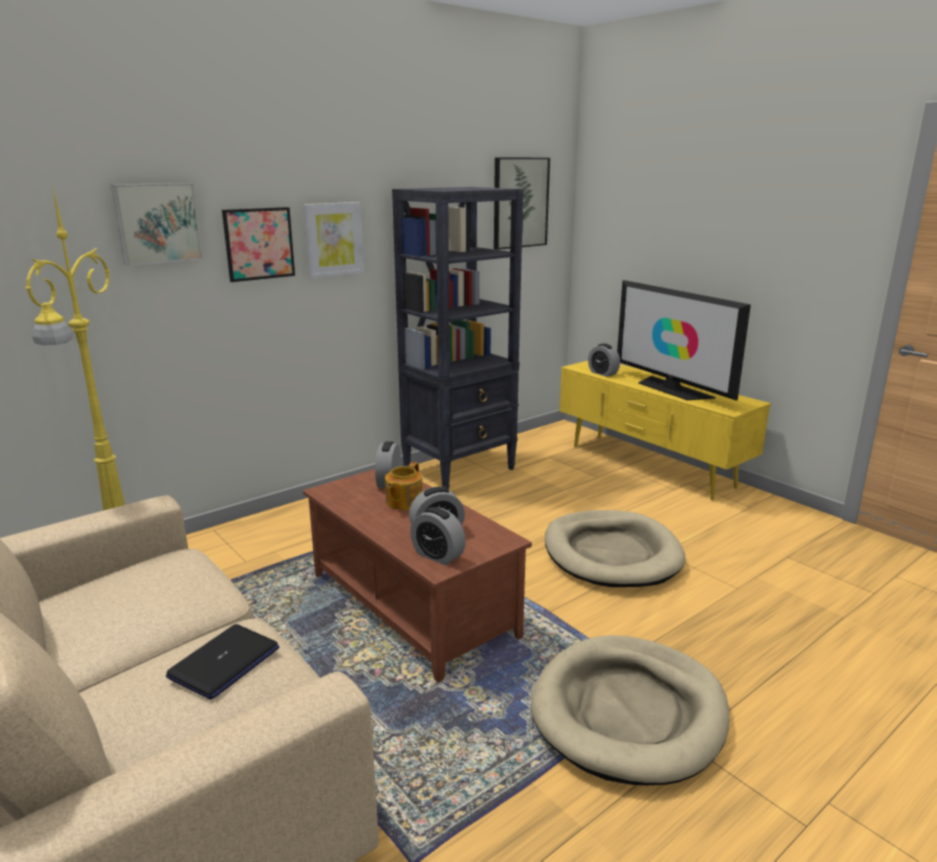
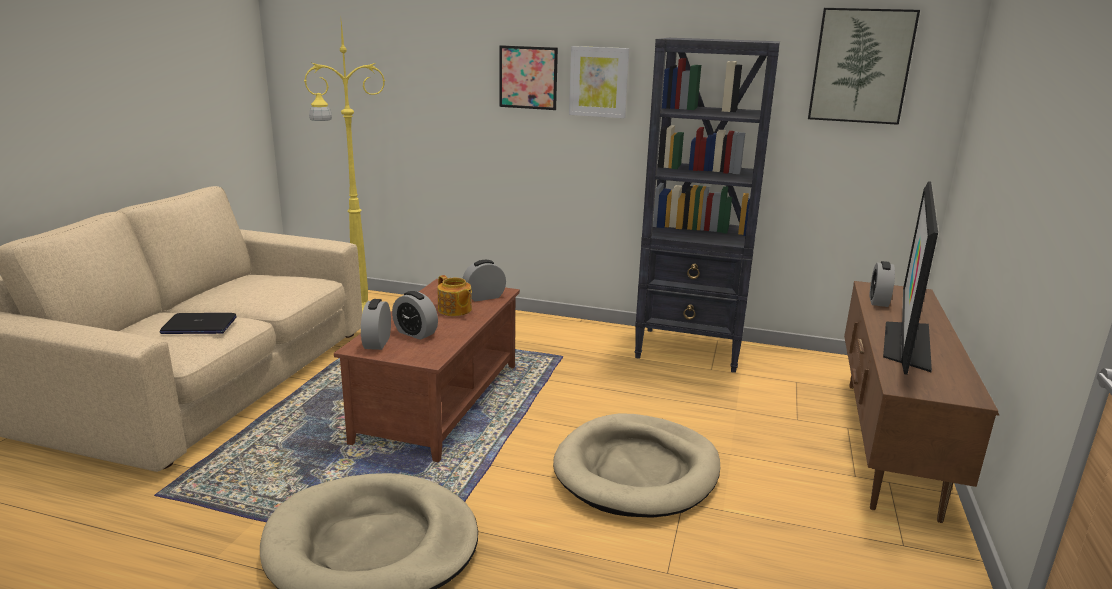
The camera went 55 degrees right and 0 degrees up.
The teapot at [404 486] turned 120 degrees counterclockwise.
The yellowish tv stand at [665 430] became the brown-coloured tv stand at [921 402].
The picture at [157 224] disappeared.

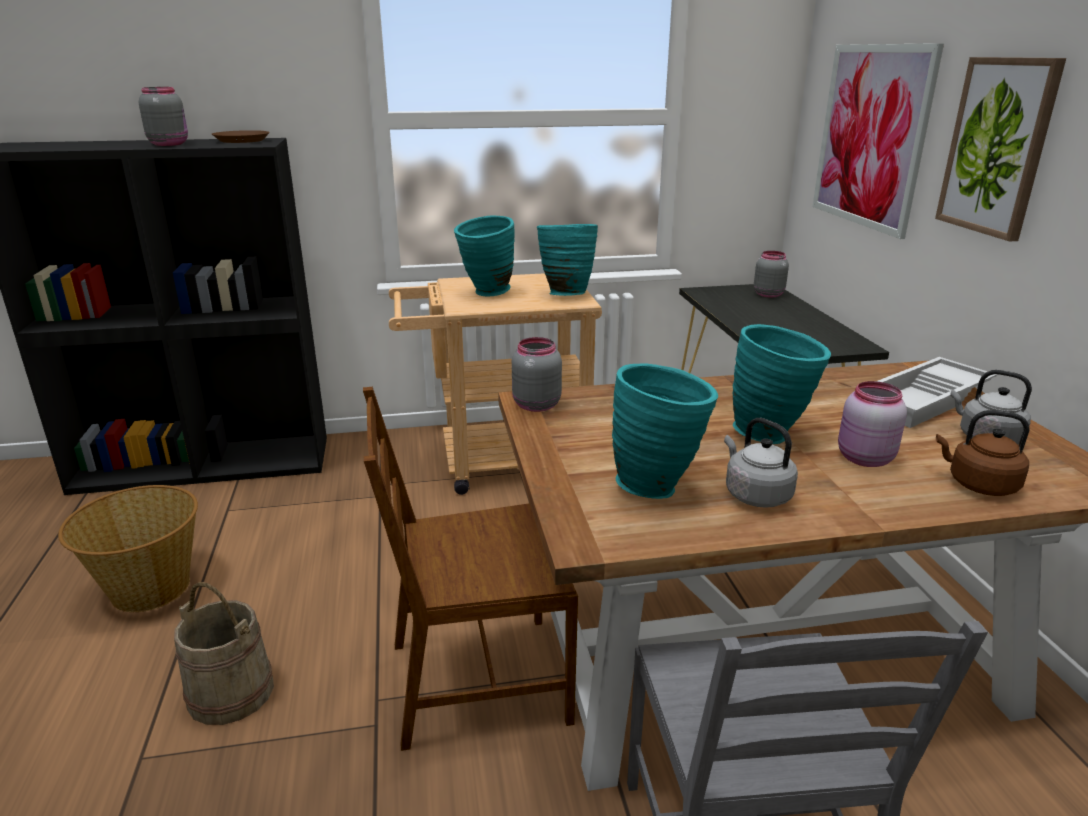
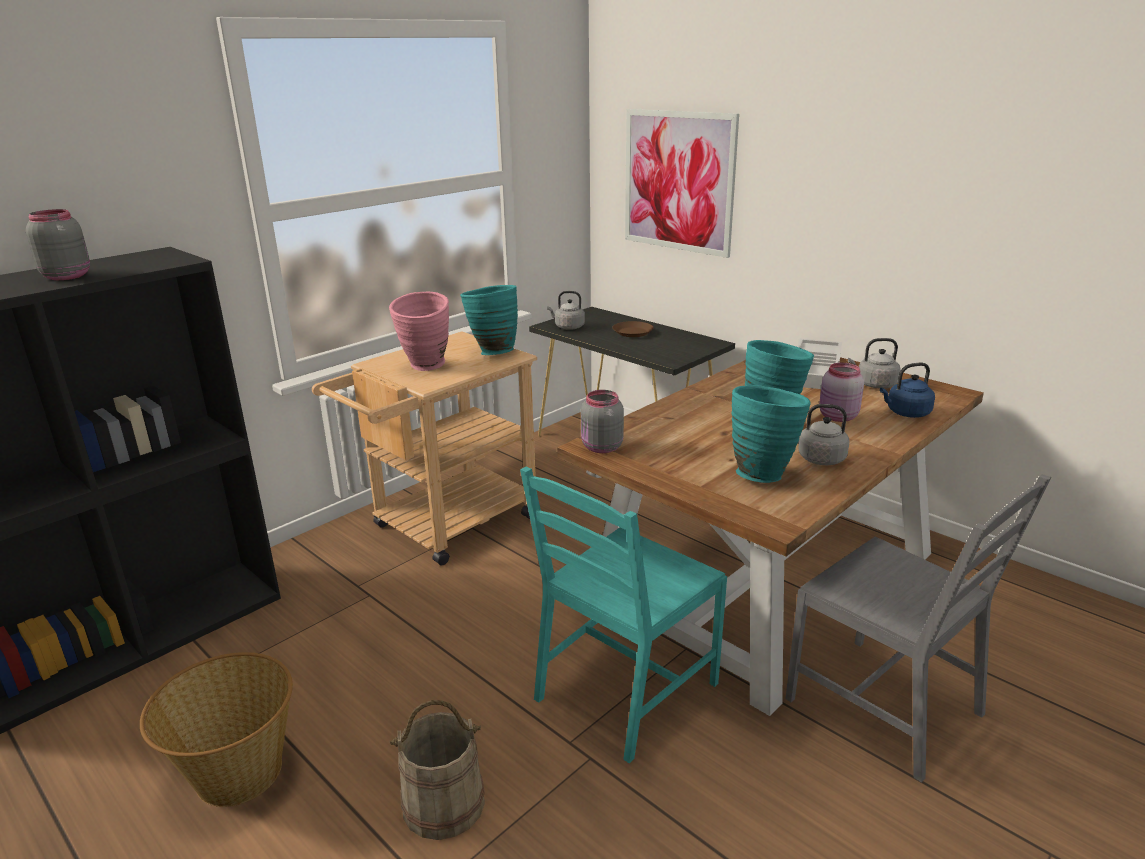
The camera went 35 degrees left and 0 degrees up.
The turquoise-coloured flower vase at [484 255] became the pink flower vase at [419 331].
The brown-coloured chair at [470 569] became the turquoise-coloured chair at [623 615].
The grey kettle at [566 310] appeared.
The brown-coloured plate moved from [241 136] to [632 329].
The brown-coloured kettle at [982 453] became the bluish kettle at [907 390].
The grey preserve jar at [771 274] disappeared.
The picture at [1000 149] disappeared.

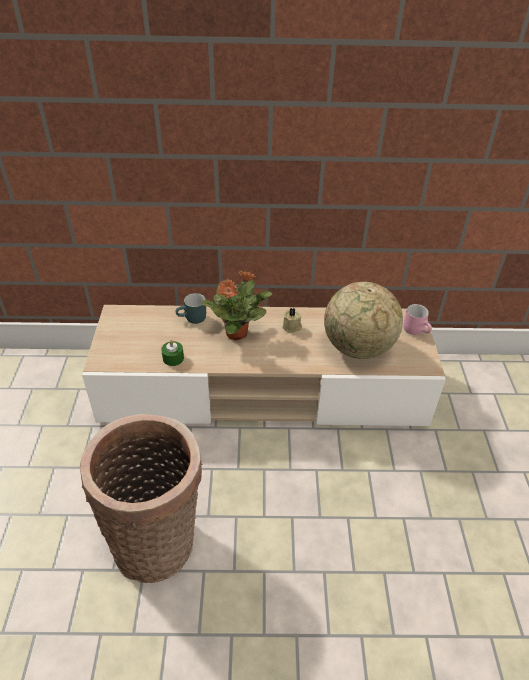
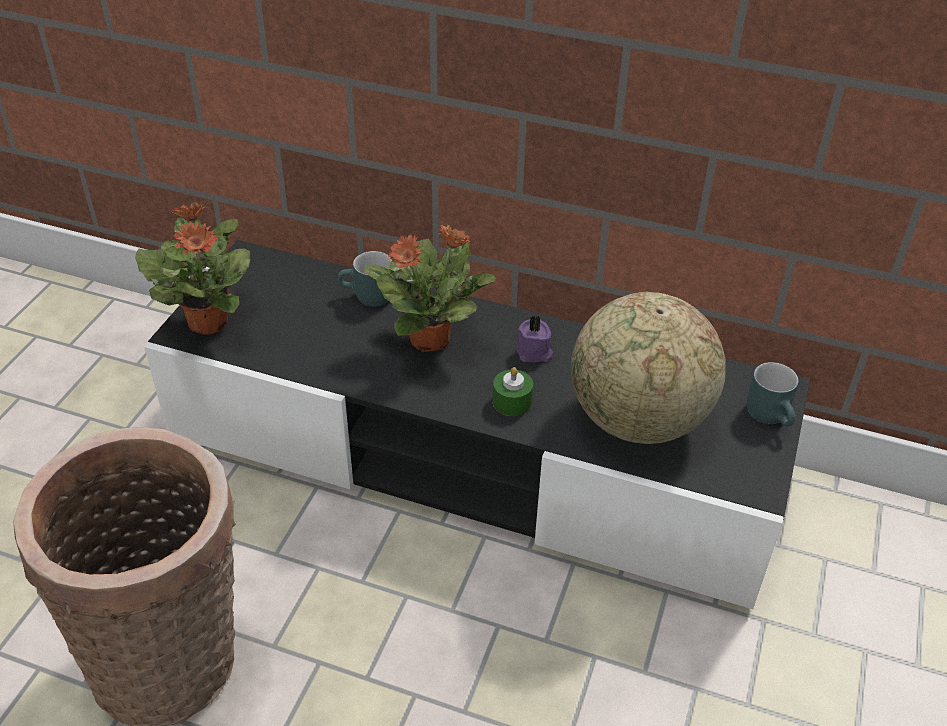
The camera went 20 degrees right and 0 degrees up.
The plant in a pot at [192 268] appeared.
The beige tv stand at [264 365] became the blackish tv stand at [477 424].
The greenish candle moved from [172 353] to [513 391].
The beige candle at [292 320] became the purple candle at [534 338].
The pink tea mug at [417 319] became the turquoise-coloured tea mug at [773 394].

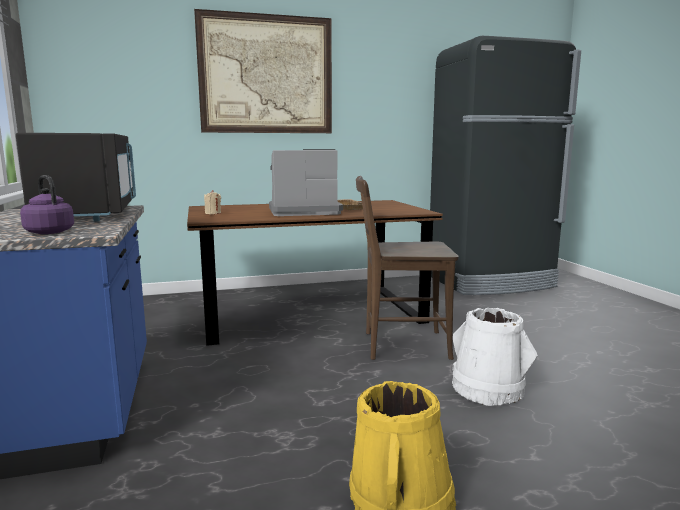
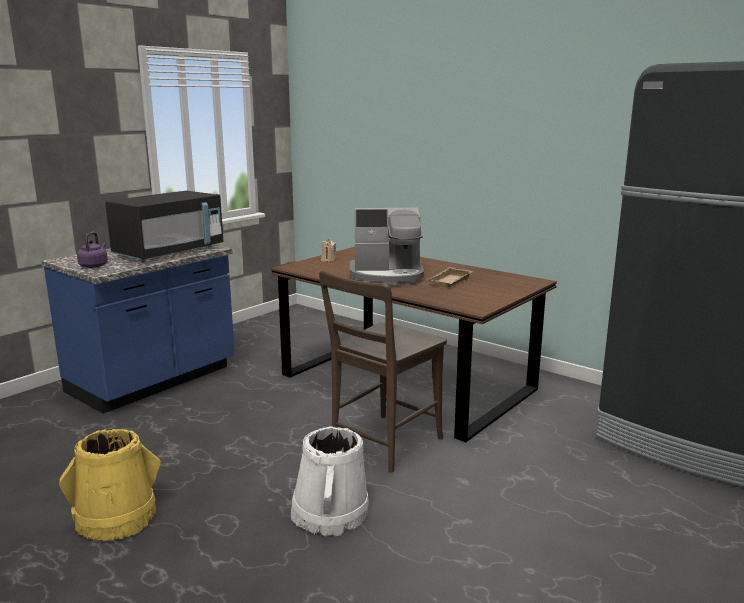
The camera went 55 degrees right and 5 degrees up.
The brown-coloured chair at [407 268] turned 105 degrees counterclockwise.
The coffee machine at [306 182] turned 135 degrees clockwise.
The picture at [263 71] disappeared.

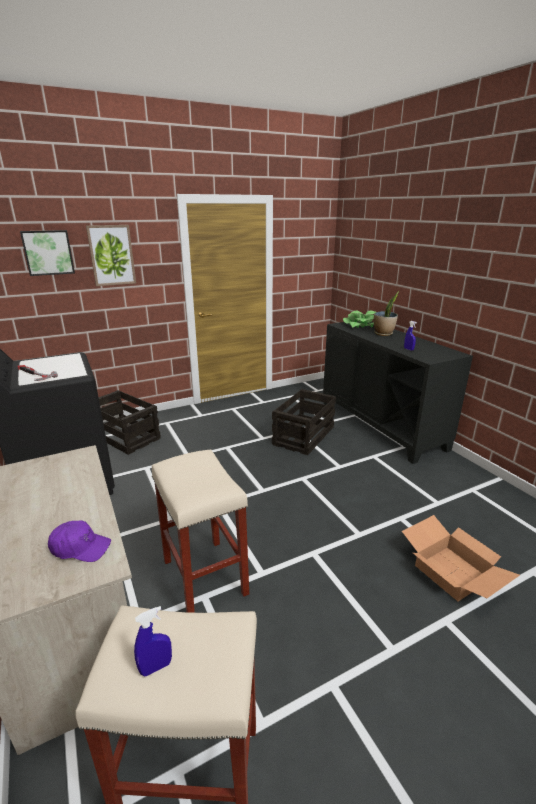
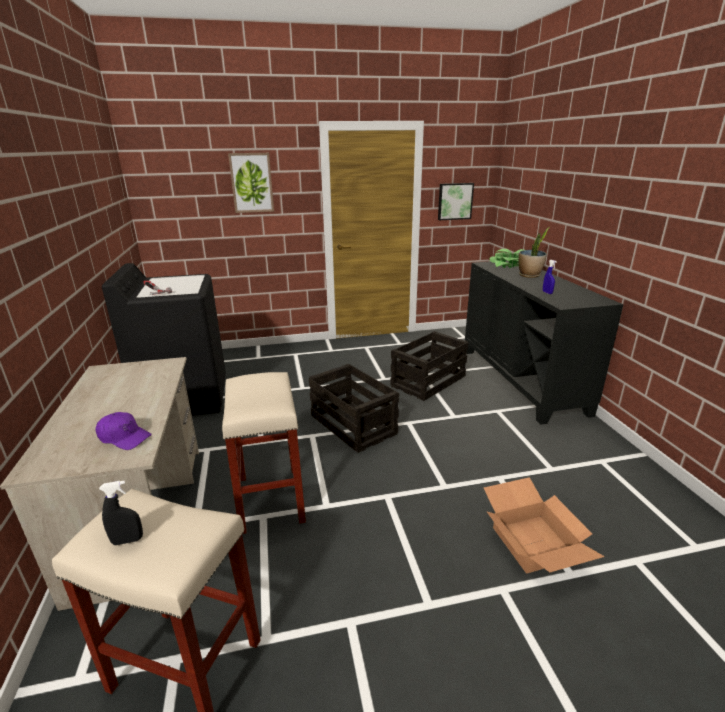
The camera went 15 degrees right and 0 degrees up.
The bluish sprayer at [153 641] became the blackish sprayer at [121 513].
The shipping crate moved from [130 422] to [354 408].
The picture moved from [47 253] to [456 201].

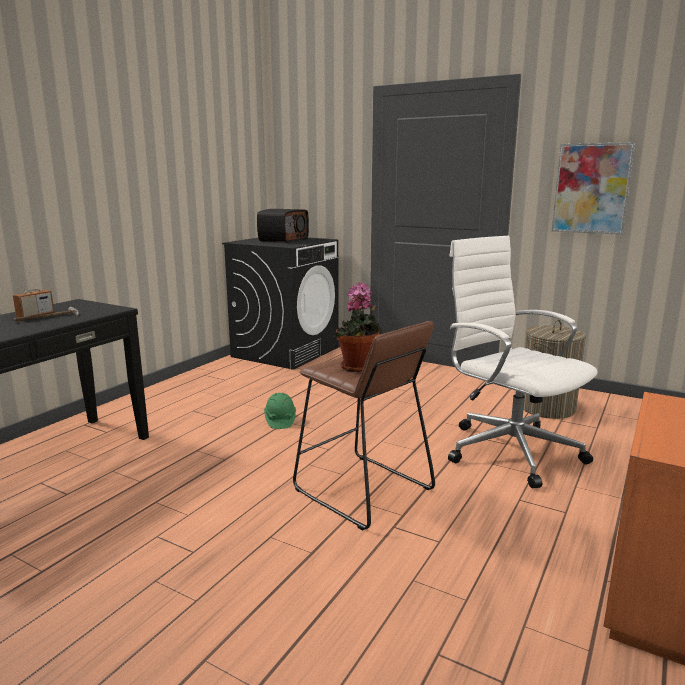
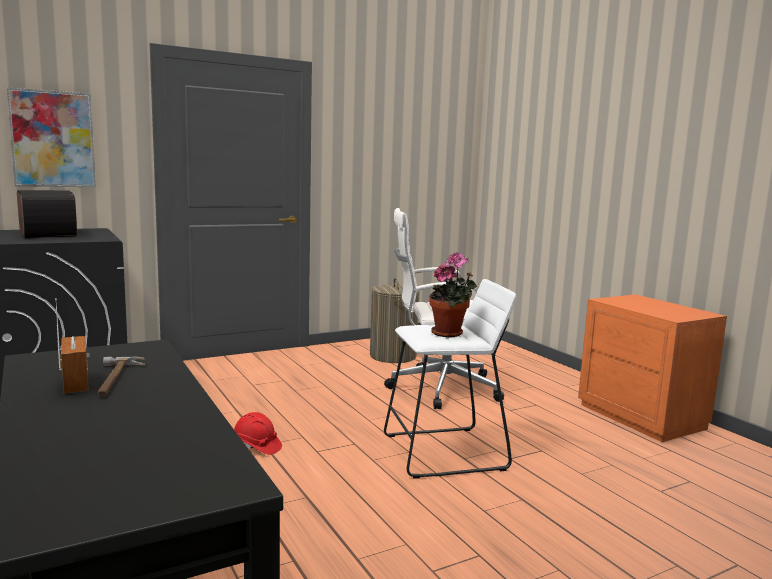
The camera went 60 degrees left and 5 degrees down.
The picture moved from [593 188] to [51 137].
The greenish hard hat at [280 411] became the reddish hard hat at [258 433].
The brown-coloured stool seat at [364 425] became the whitish stool seat at [450 379].

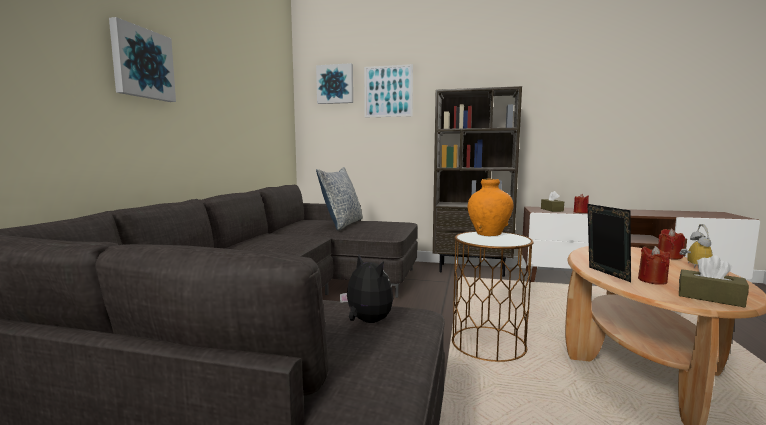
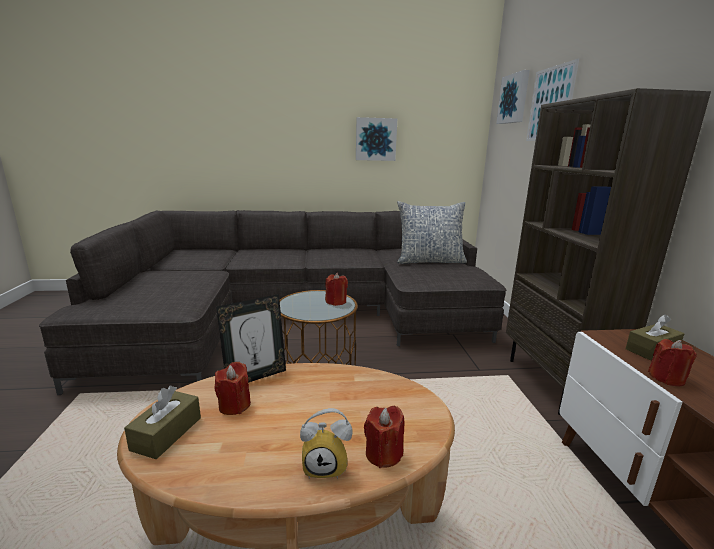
The camera went 70 degrees right and 10 degrees up.
The orangey flower vase at [490 207] was replaced by the reddish candle at [336 289].
The picture moved from [142 59] to [376 139].
The soft toy at [366 289] disappeared.

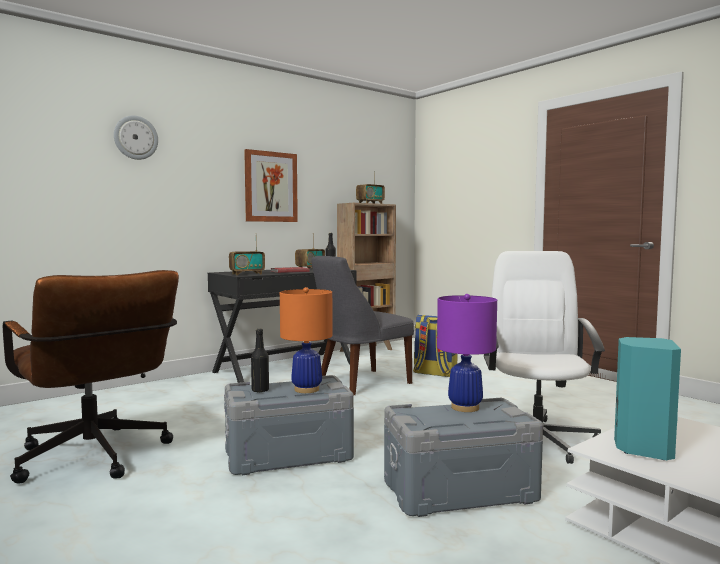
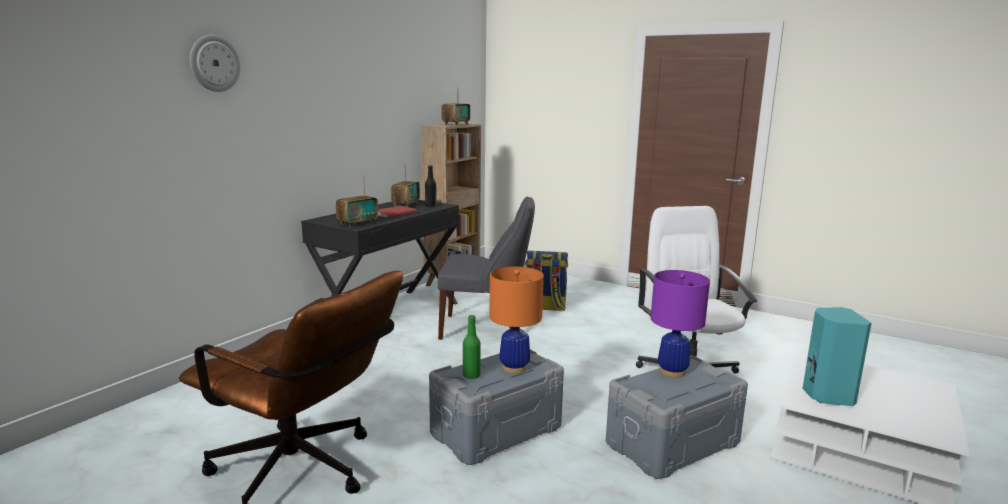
The camera went 20 degrees left and 10 degrees up.
The grey chair at [363 325] turned 120 degrees counterclockwise.
The blackish beverage bottle at [260 361] became the greenish beverage bottle at [472 347].
The picture at [271 185] disappeared.

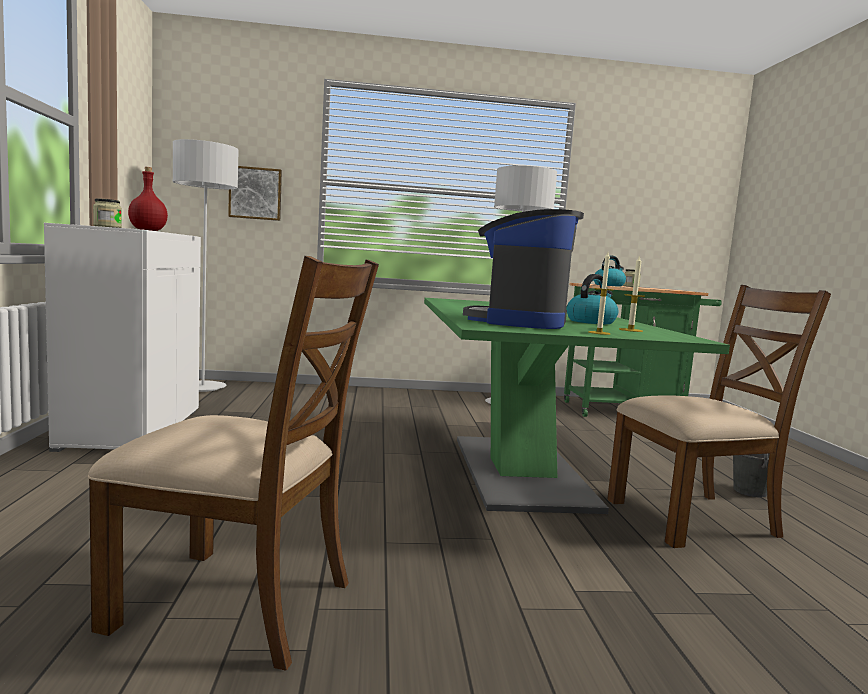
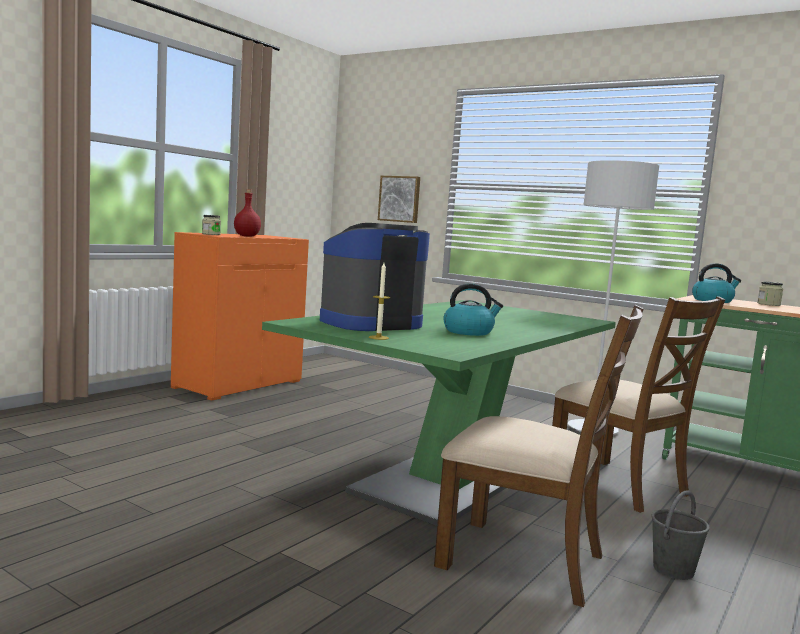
The camera went 40 degrees right and 0 degrees up.
The whitish cabinet at [122 337] became the orangey cabinet at [240 316].
The brown-coloured chair moved from [233 463] to [638 404].
The grey standing lamp at [206 265] disappeared.
The candle at [632 293] disappeared.

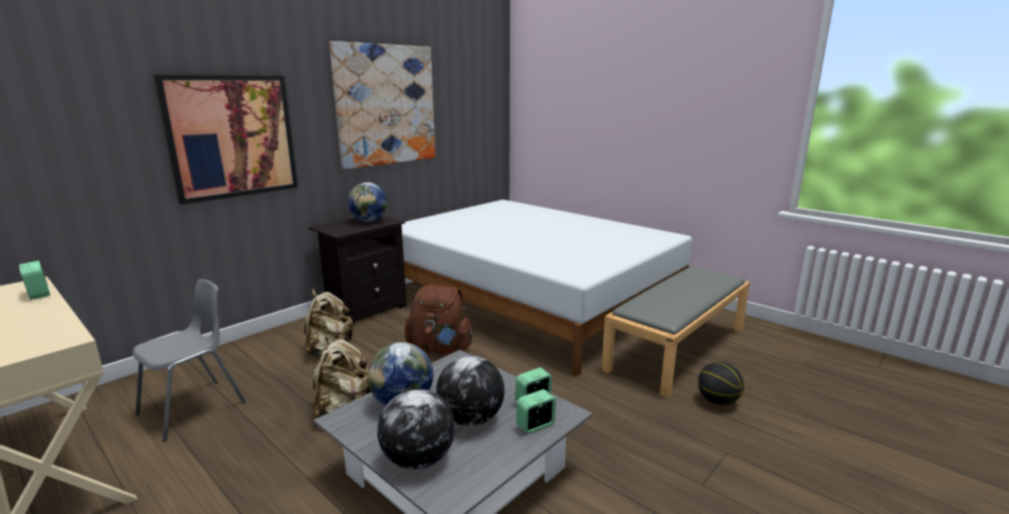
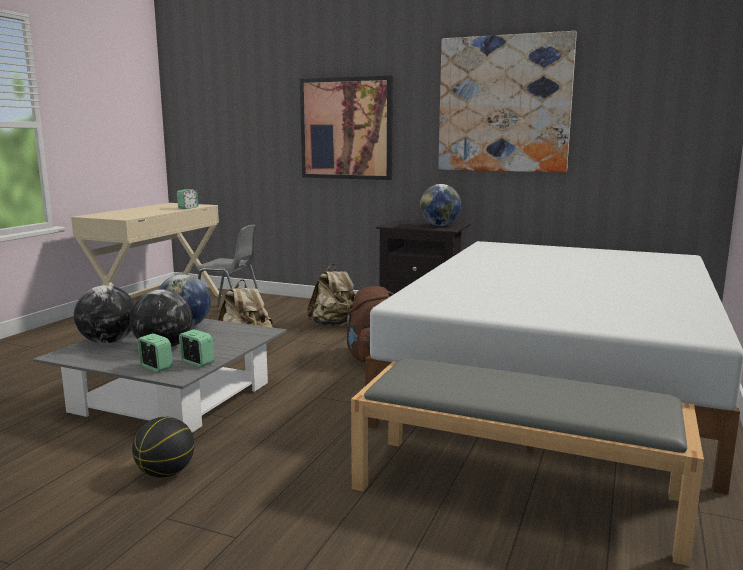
The camera went 70 degrees right and 5 degrees down.
The ball for basketball moved from [721 383] to [163 447].

